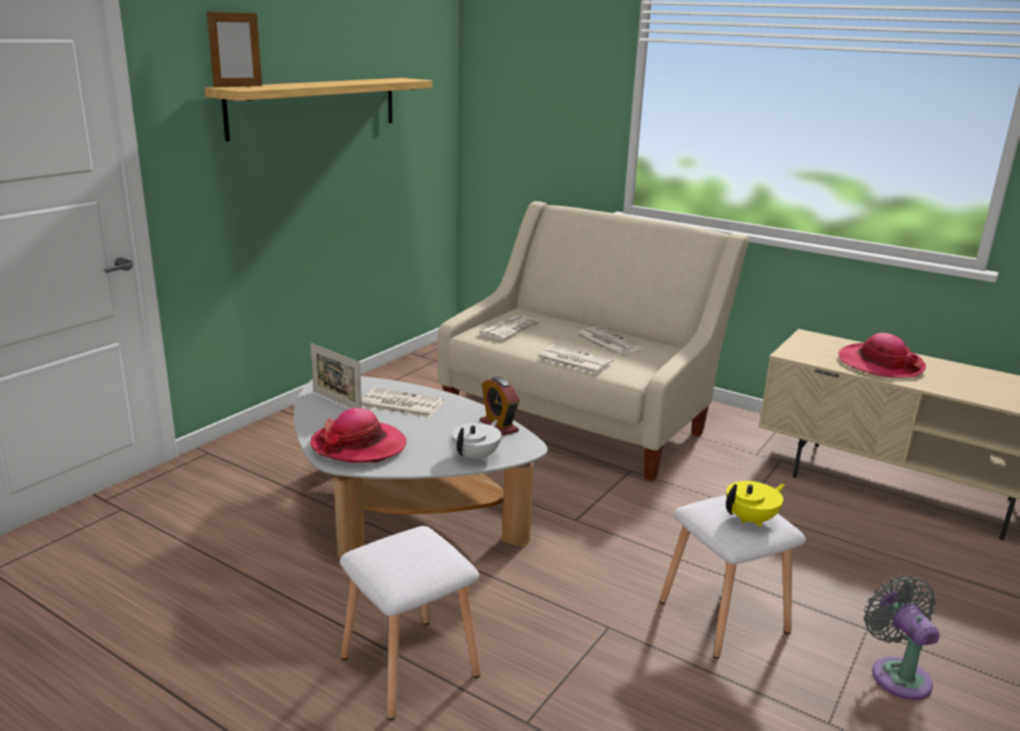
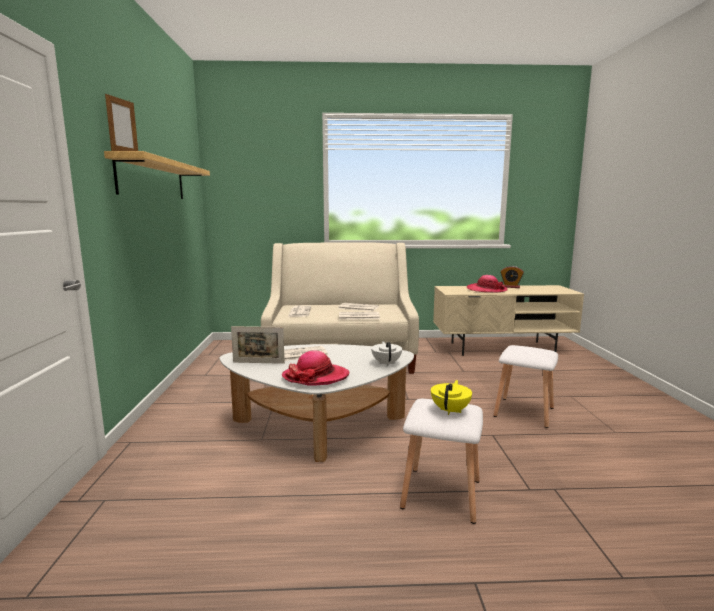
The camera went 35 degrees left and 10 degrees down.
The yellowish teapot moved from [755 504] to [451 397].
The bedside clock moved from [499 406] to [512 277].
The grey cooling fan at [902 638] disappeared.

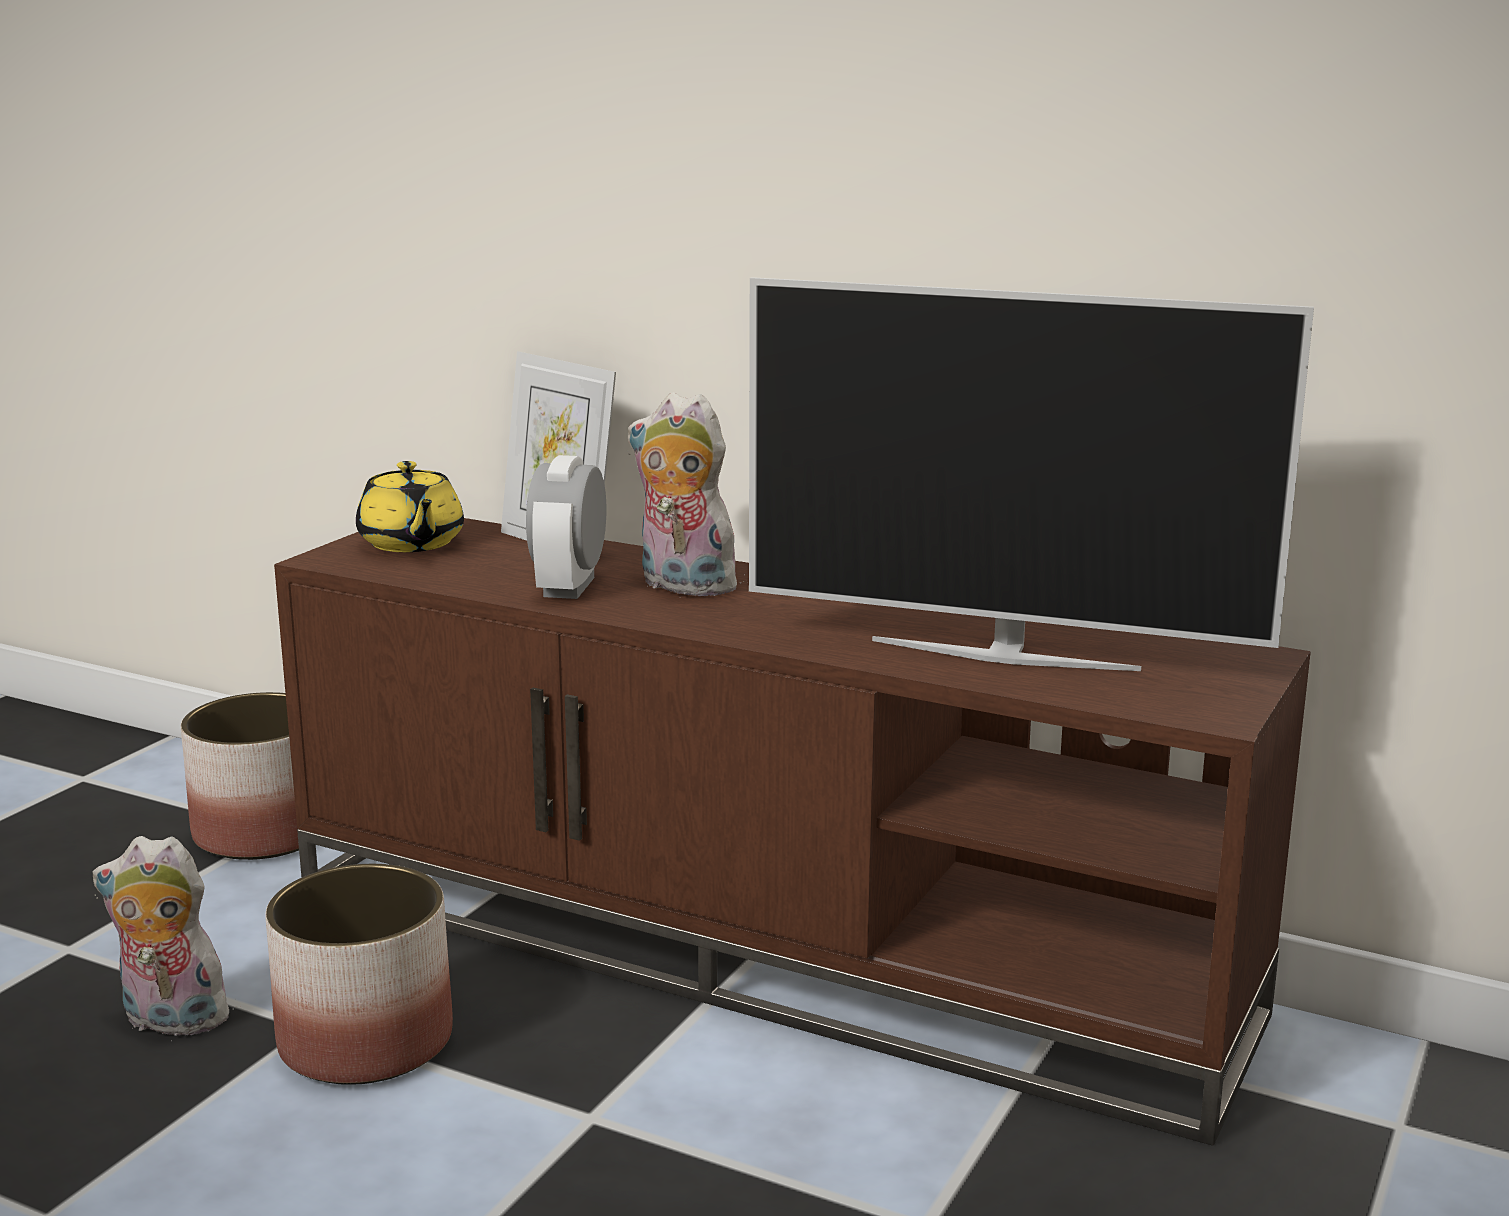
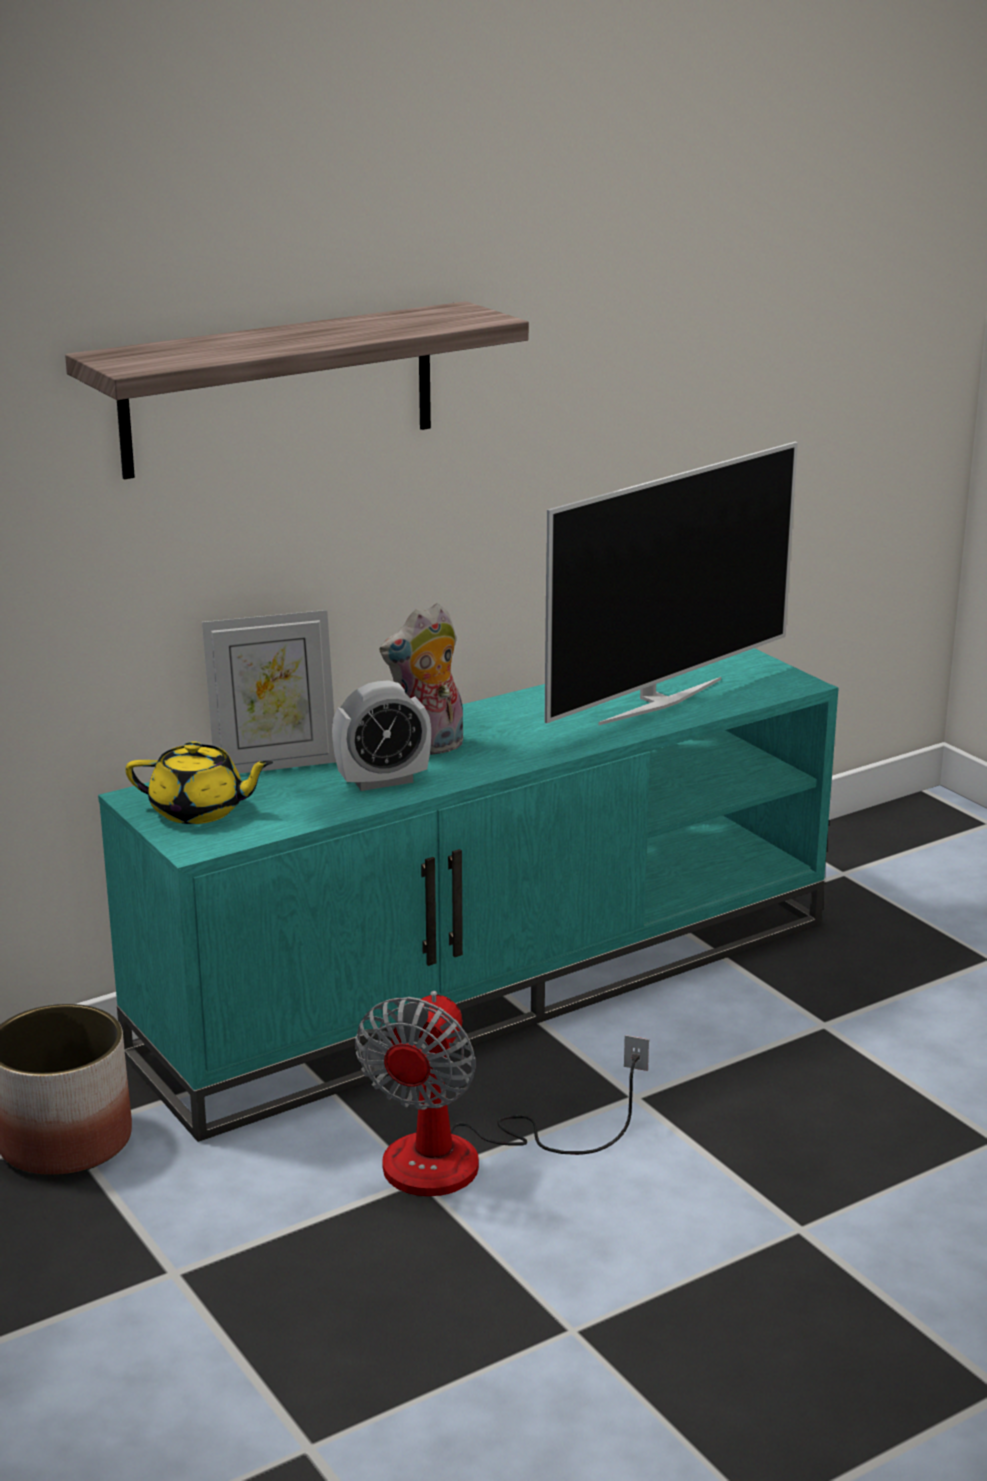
The camera went 60 degrees left and 5 degrees up.
The shelf at [297 390] appeared.
The brown-coloured tv stand at [792 832] became the turquoise-coloured tv stand at [468 895].
The bedside clock at [566 527] turned 60 degrees counterclockwise.
The planter at [359 974] was replaced by the cooling fan at [502 1093].
The soft toy at [166 938] disappeared.

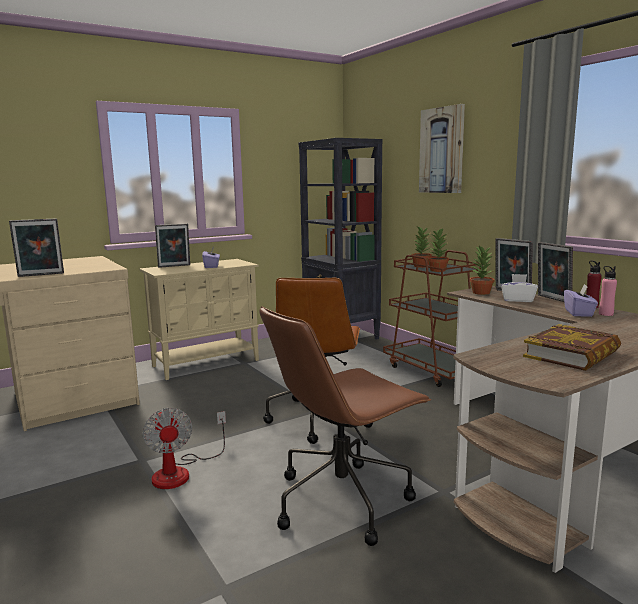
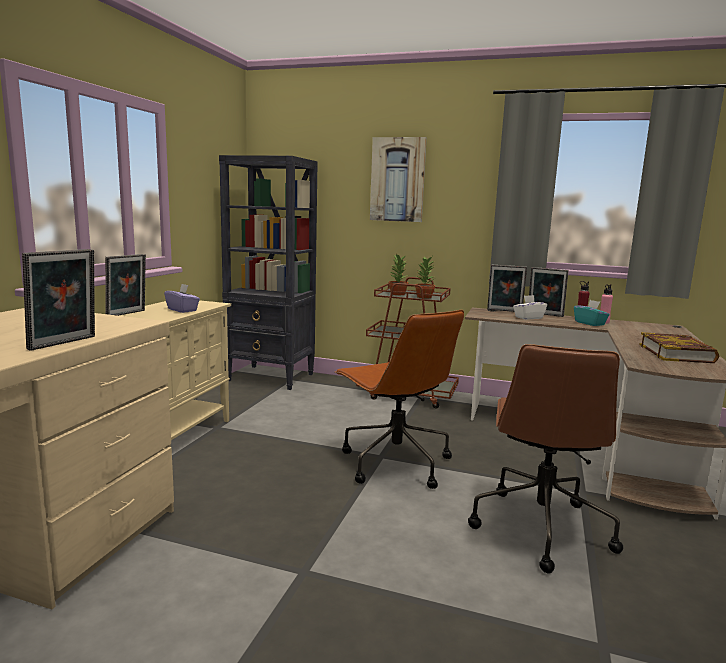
The camera went 40 degrees left and 0 degrees up.
The purple tissue holder at [581 300] became the turquoise-coloured tissue holder at [592 313].
The cooling fan at [184 448] disappeared.
The plant in a pot at [482 270] disappeared.

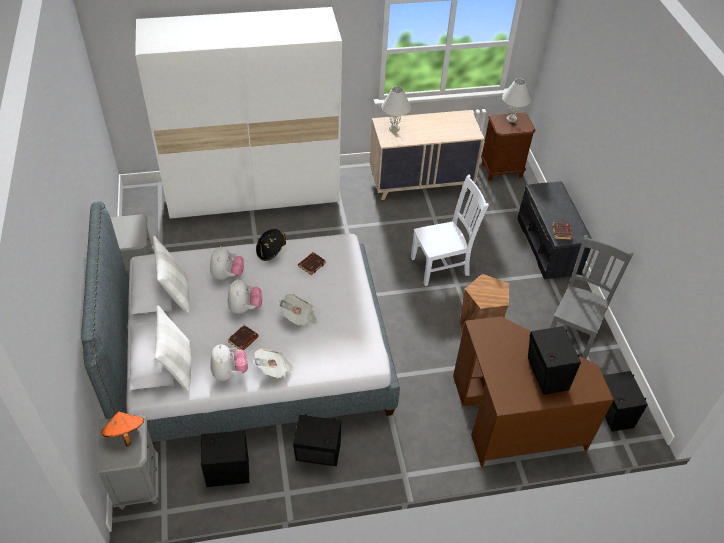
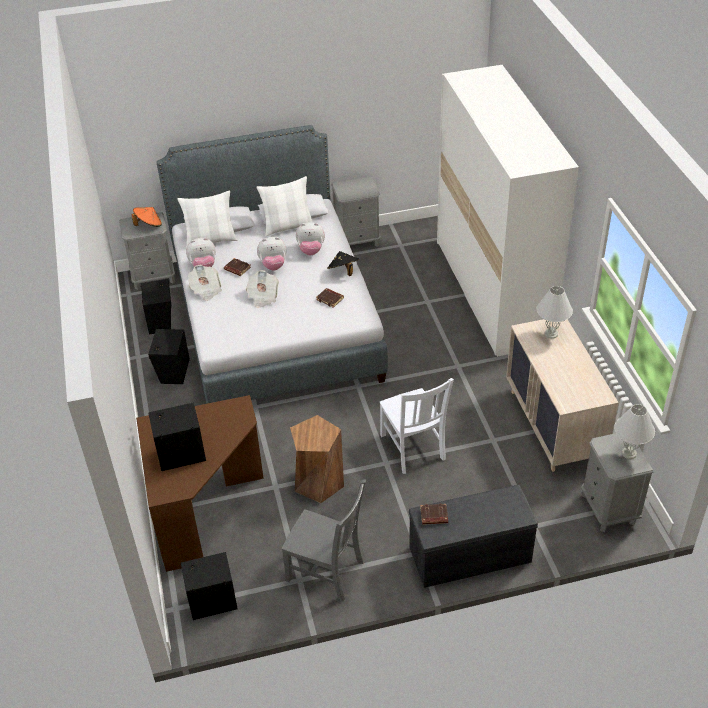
The camera went 90 degrees right and 5 degrees down.
The brown-coloured night table at [508 146] became the grey night table at [617 482].

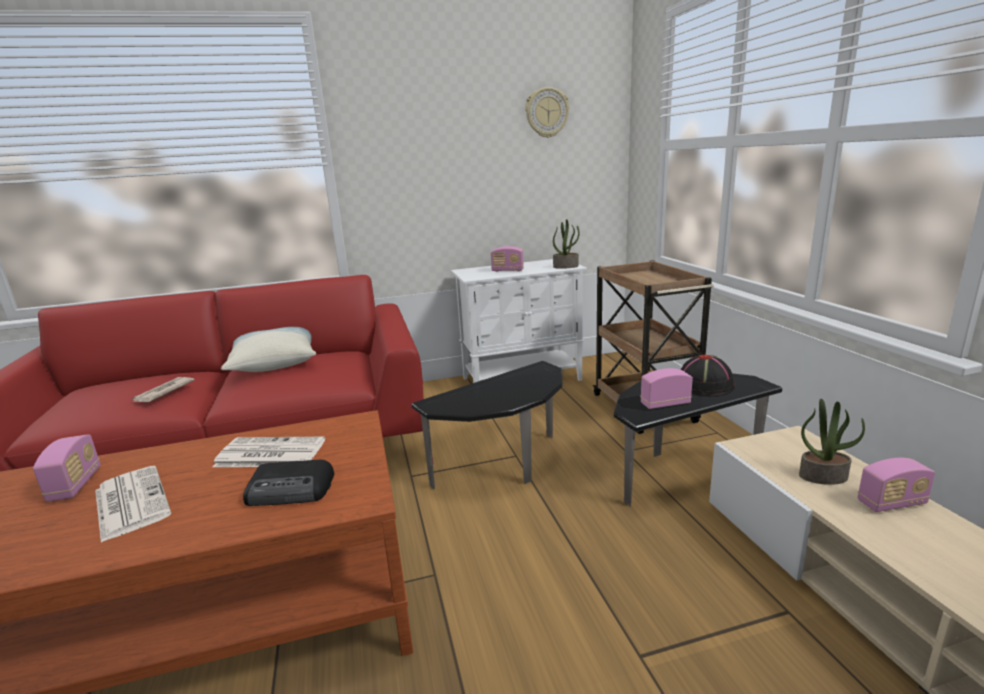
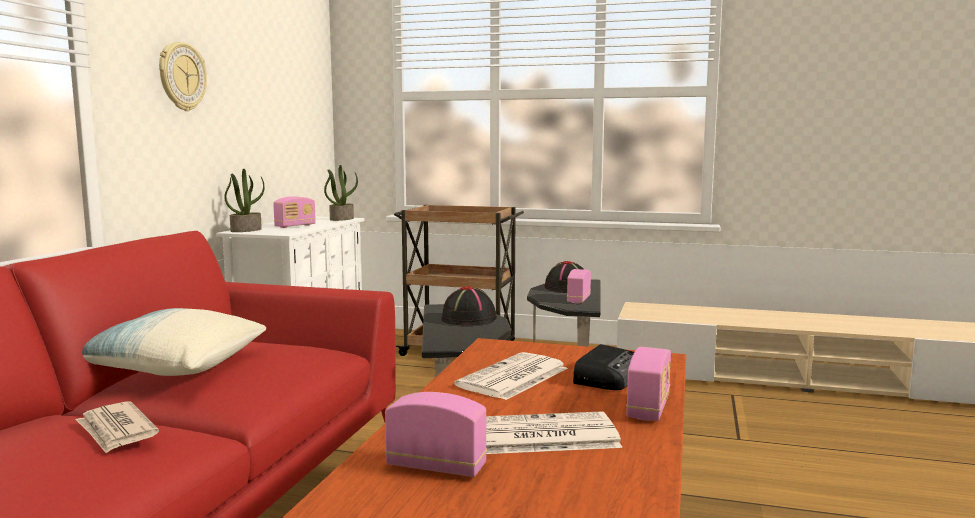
The camera went 60 degrees left and 10 degrees down.
The hanging clock moved from [547 112] to [183 76].
The plant in a pot moved from [832 442] to [244 200].
The blackish clothing hat at [469 305] appeared.
The radio moved from [896 485] to [648 384].

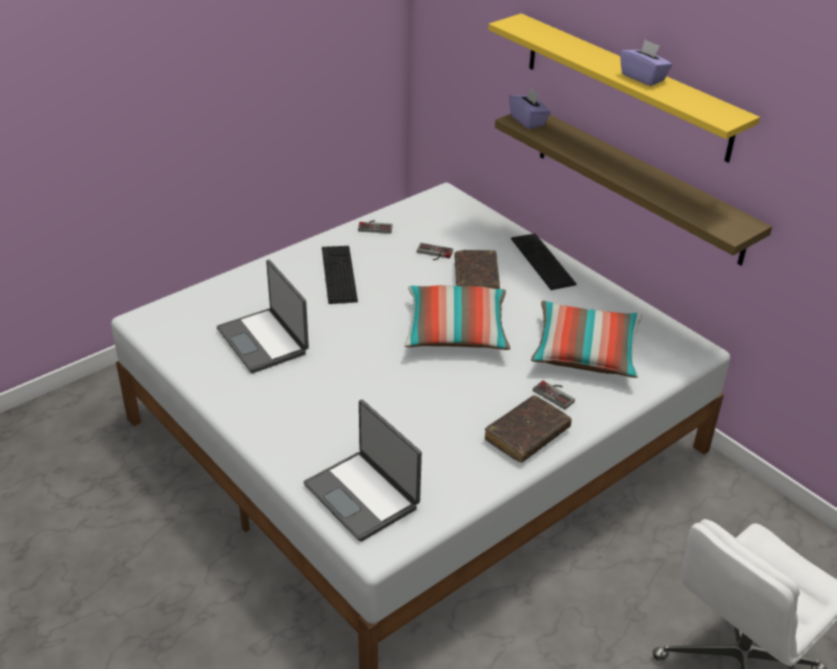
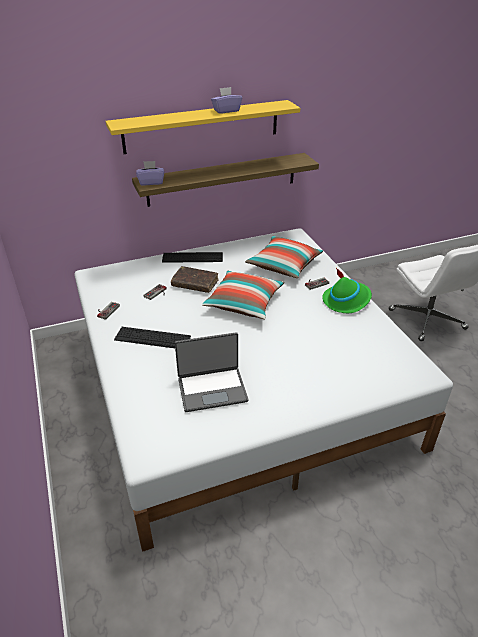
The camera went 70 degrees left and 0 degrees up.
The brown-coloured book at [528 429] was replaced by the greenish clothing hat at [347 290].
The laptop at [362 471] disappeared.

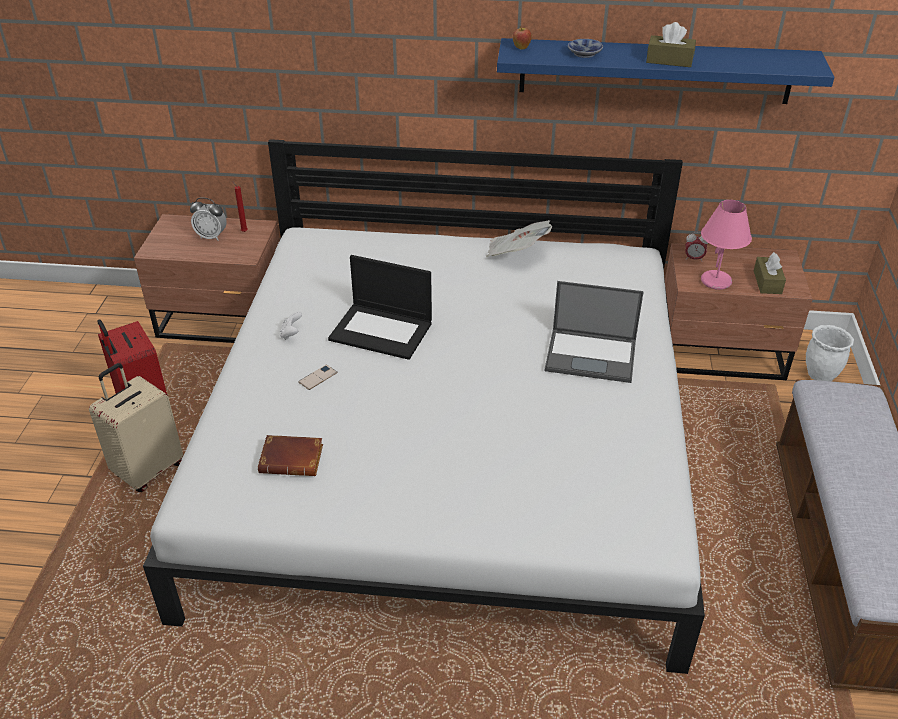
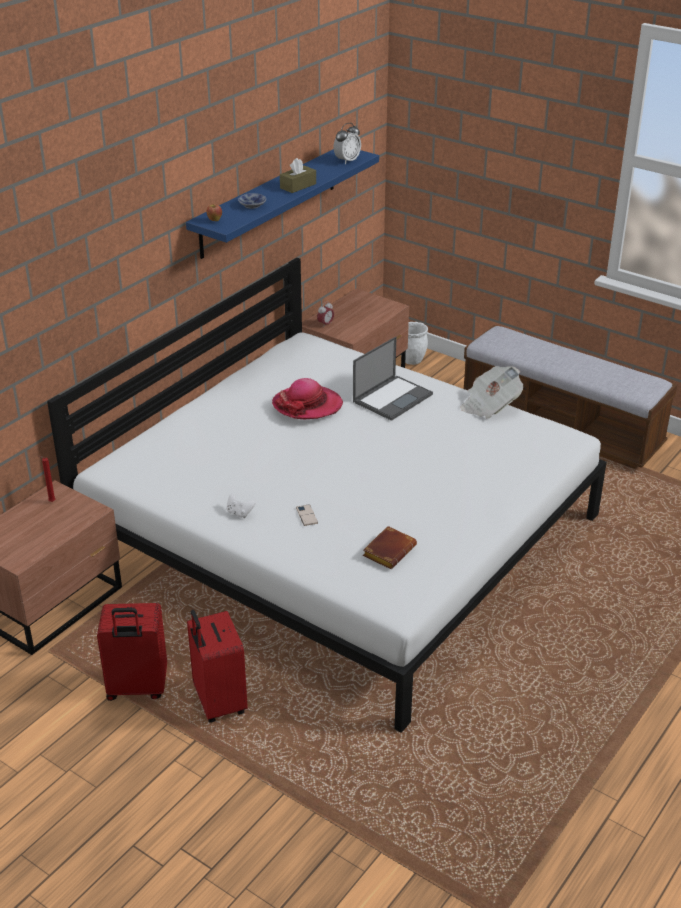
The camera went 60 degrees left and 5 degrees down.
The beige piece of luggage at [136 427] became the reddish piece of luggage at [217 666].
The clothing hat at [307 398] appeared.
The bedside clock moved from [208 219] to [347 143].
The daily paper moved from [519 238] to [491 392].
The laptop at [380 307] disappeared.
The pink table lamp at [726 245] disappeared.
The brown-coloured tissue holder at [770 273] disappeared.

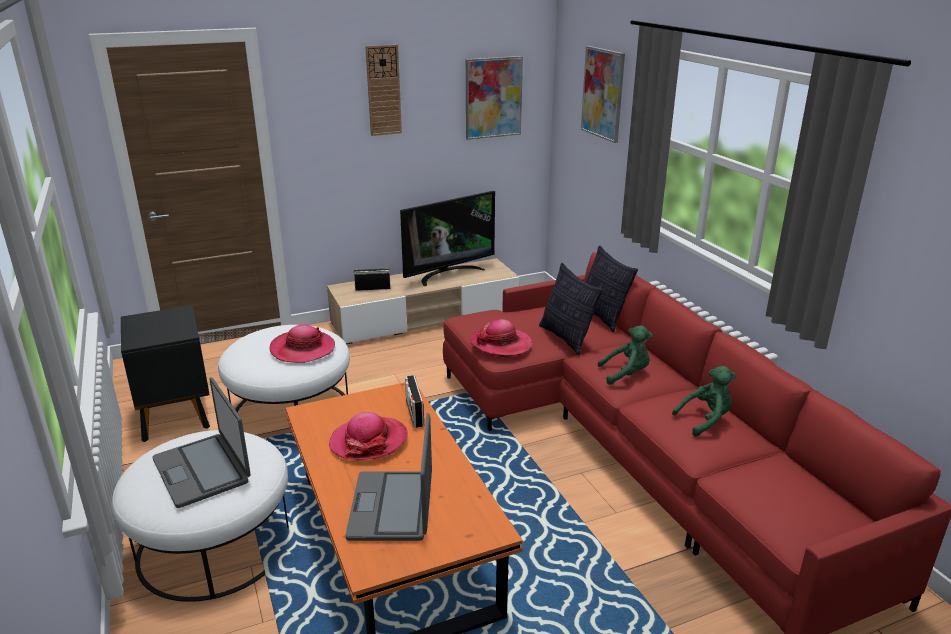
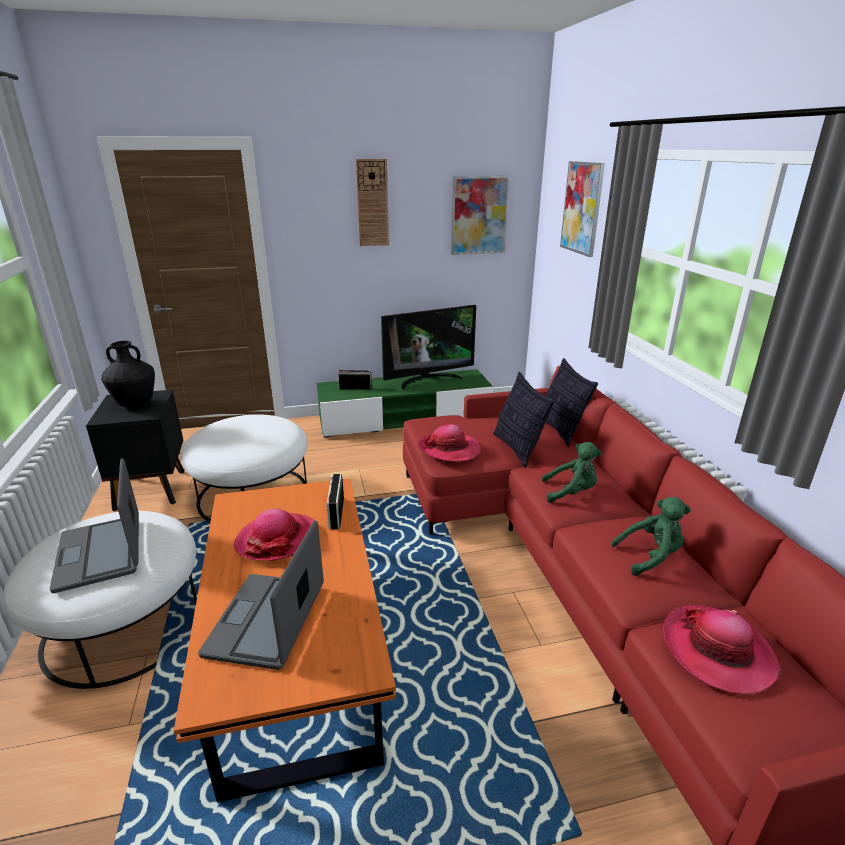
The camera went 10 degrees right and 0 degrees up.
The blackish flower vase at [128 374] appeared.
The beige tv stand at [423 301] became the greenish tv stand at [405 403].
The clothing hat moved from [302 343] to [722 650].

